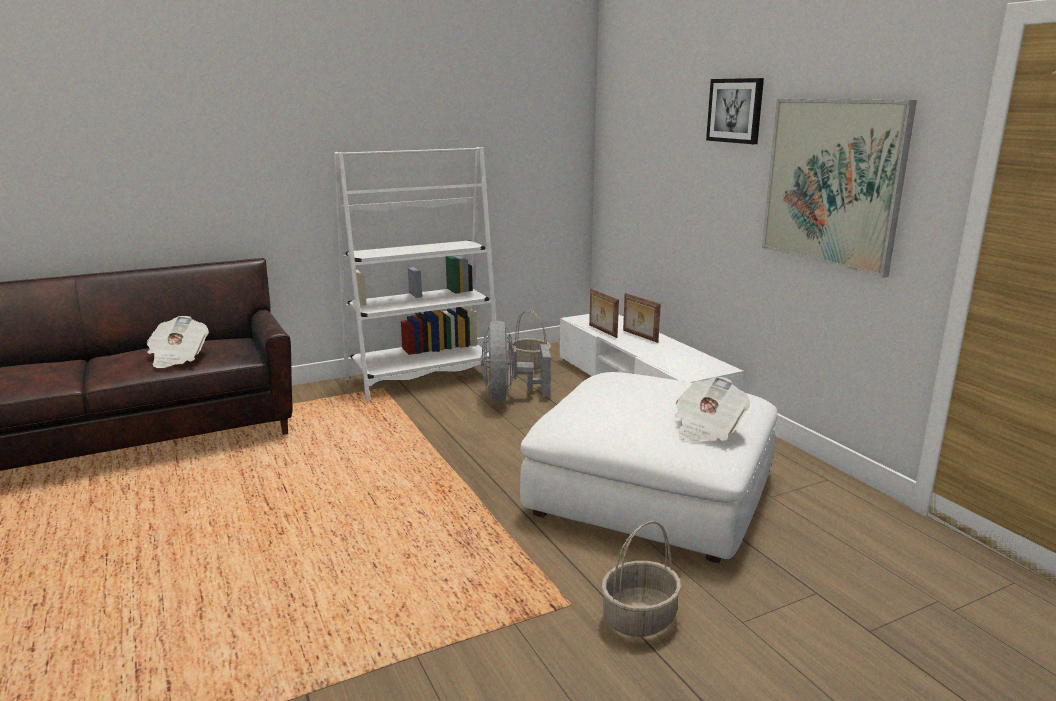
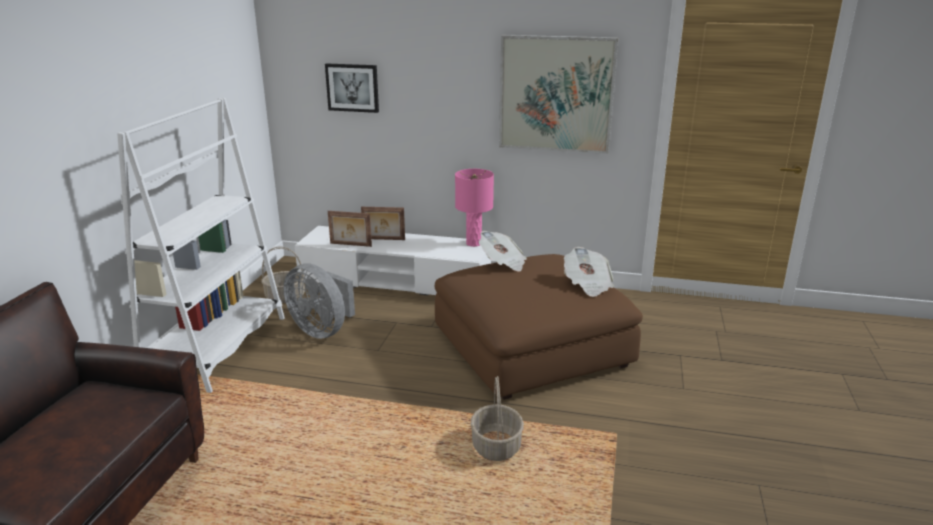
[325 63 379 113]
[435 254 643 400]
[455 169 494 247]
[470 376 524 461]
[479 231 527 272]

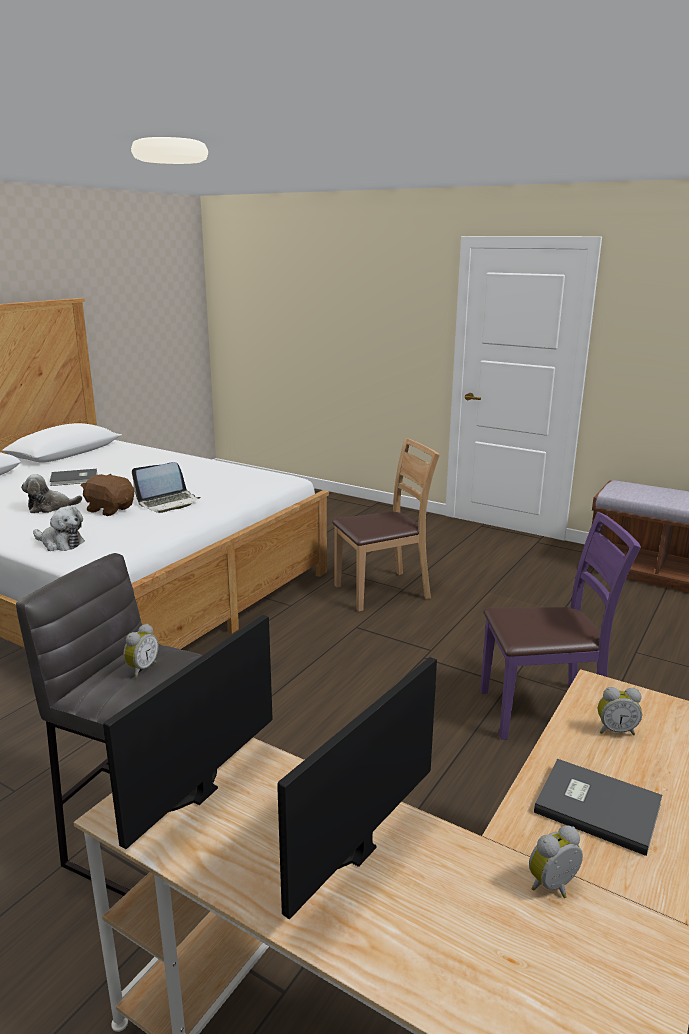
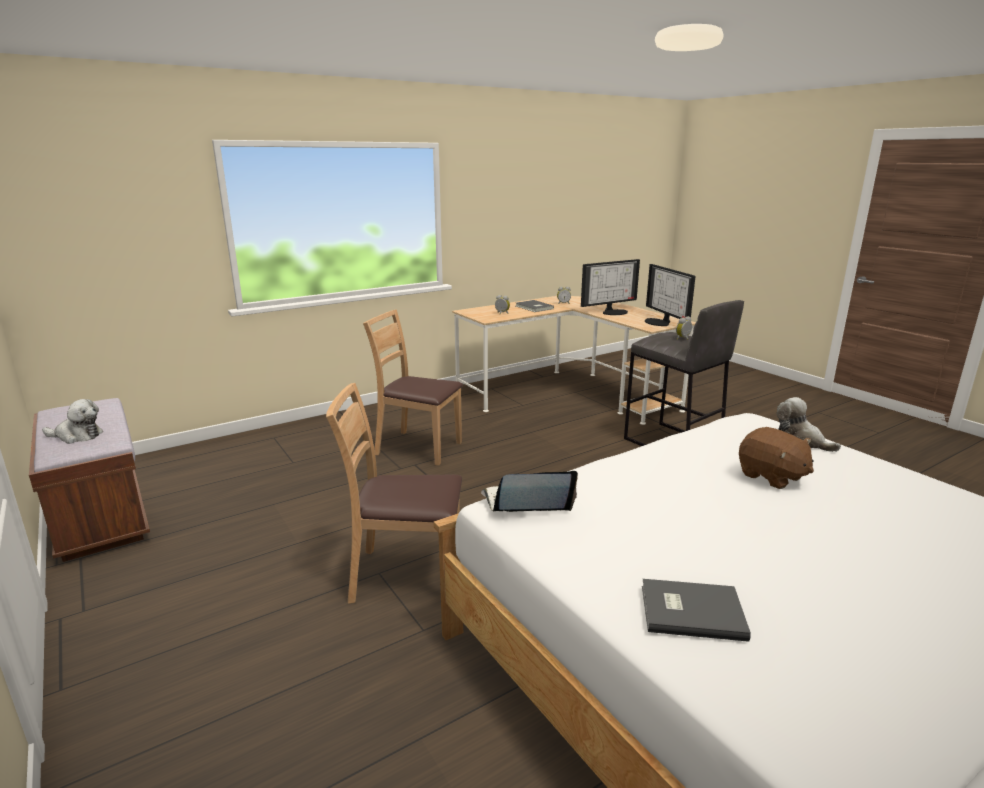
[42 399 103 444]
[363 309 463 466]
[481 471 578 512]
[642 579 751 642]
[645 264 696 326]

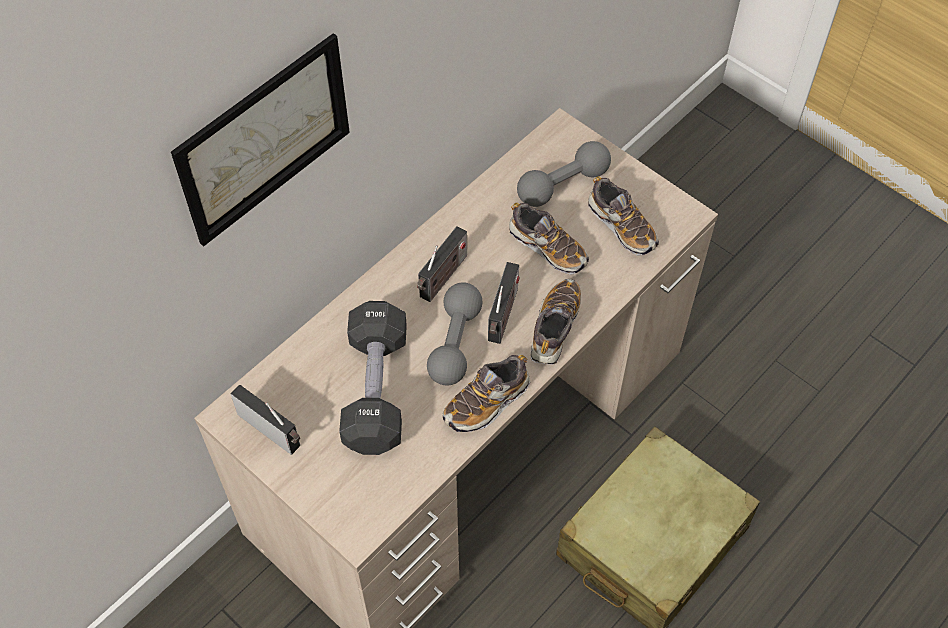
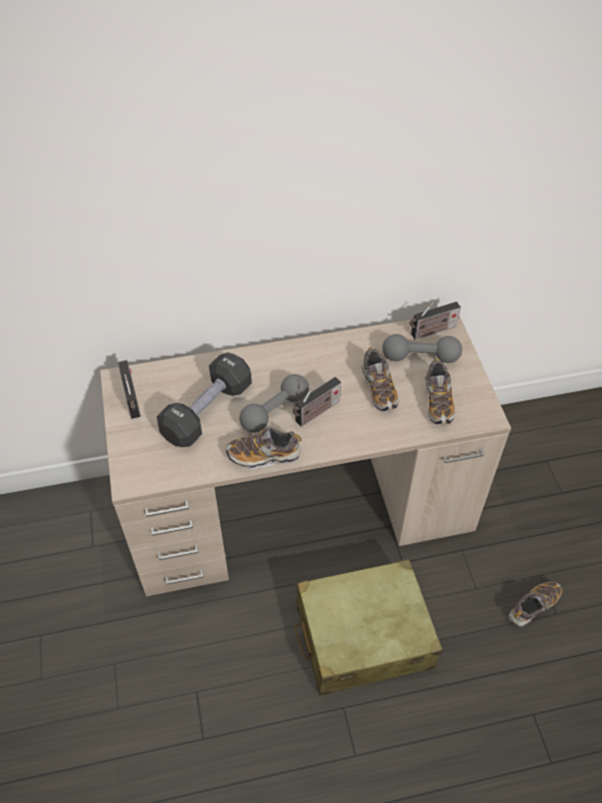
[410 301 461 340]
[508 582 562 627]
[171 33 350 246] (first image)

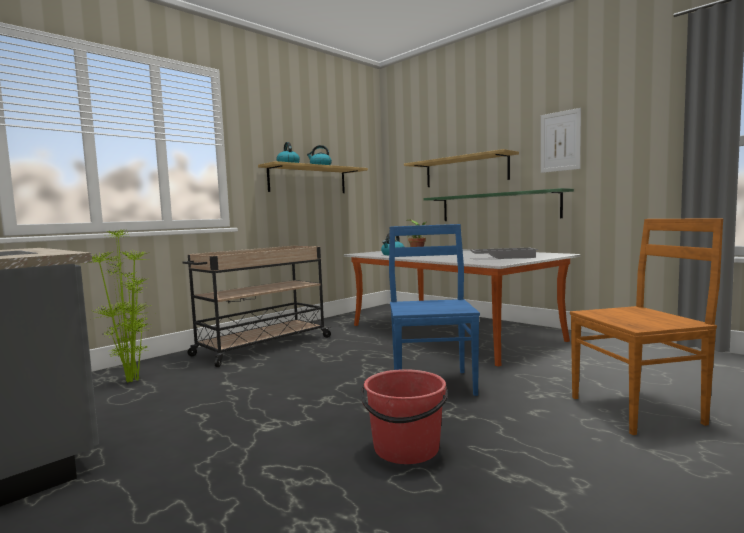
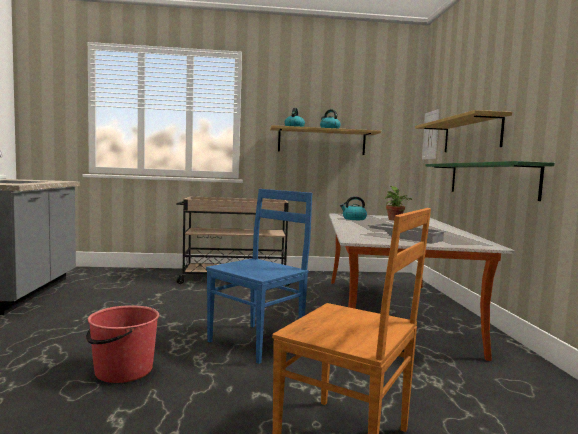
[422 109 439 160]
[88 229 152 383] (first image)

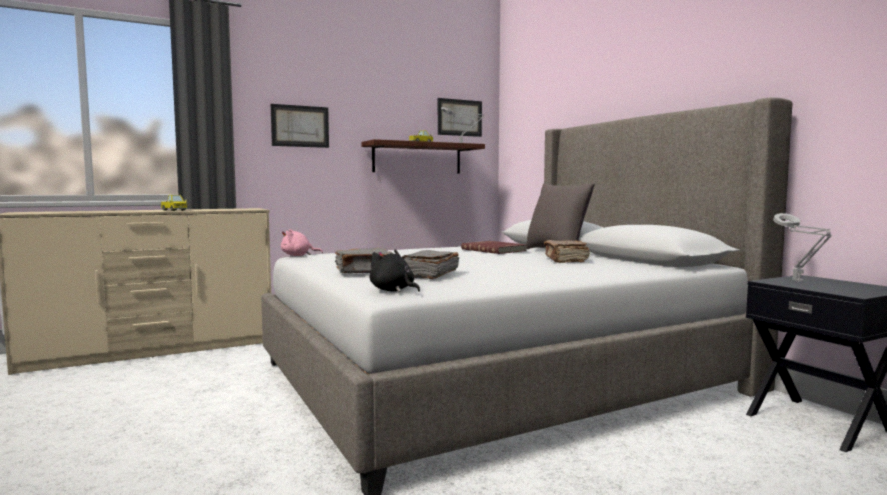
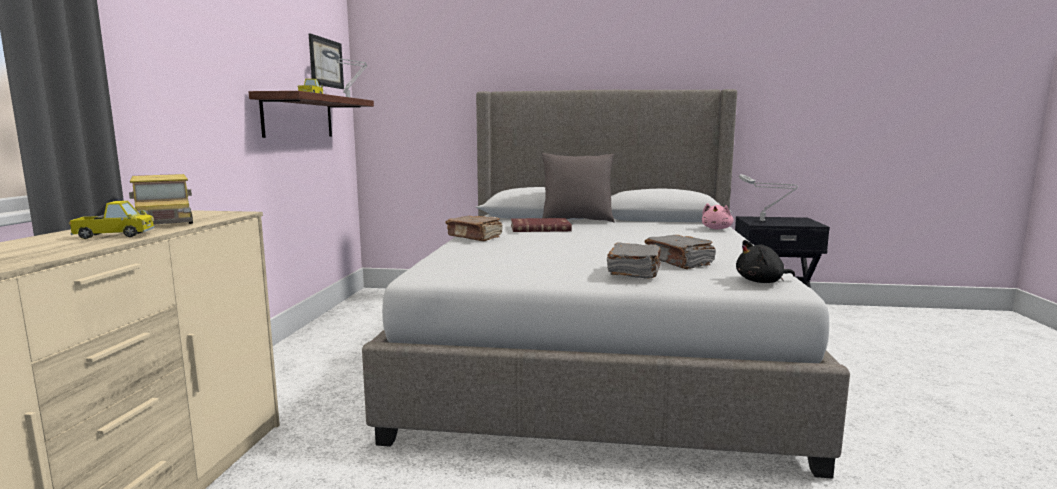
[129 174 193 225]
[445 216 503 241]
[702 203 734 229]
[271 104 329 148] (first image)

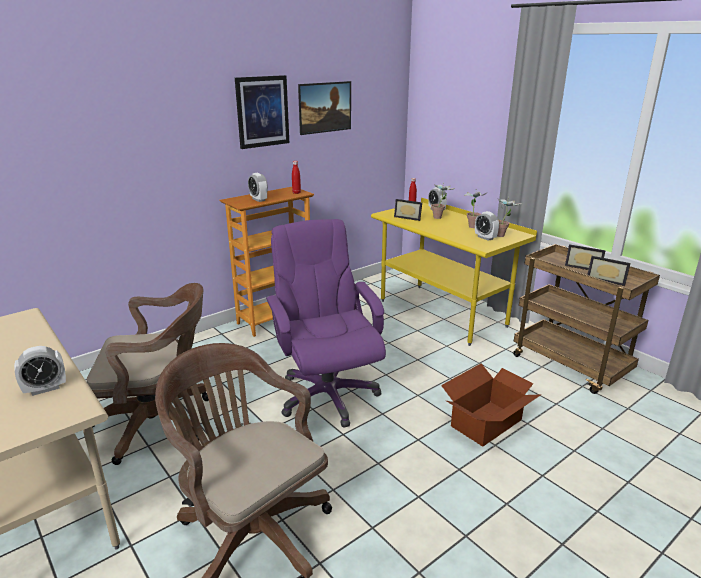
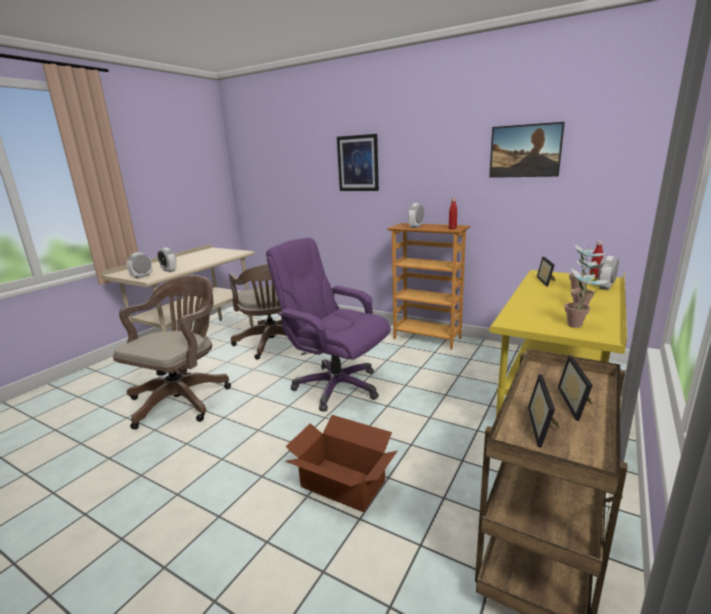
[127 252 153 279]
[266 238 391 412]
[337 134 379 191]

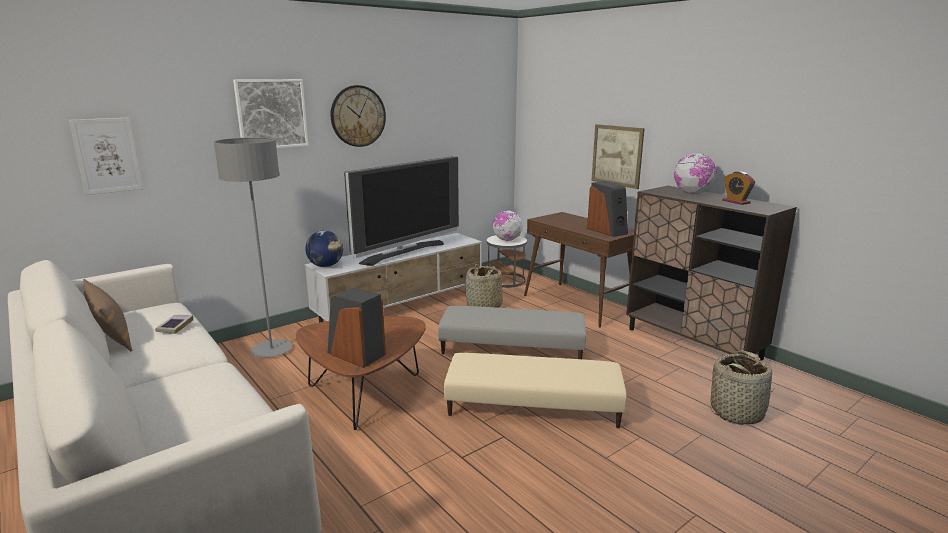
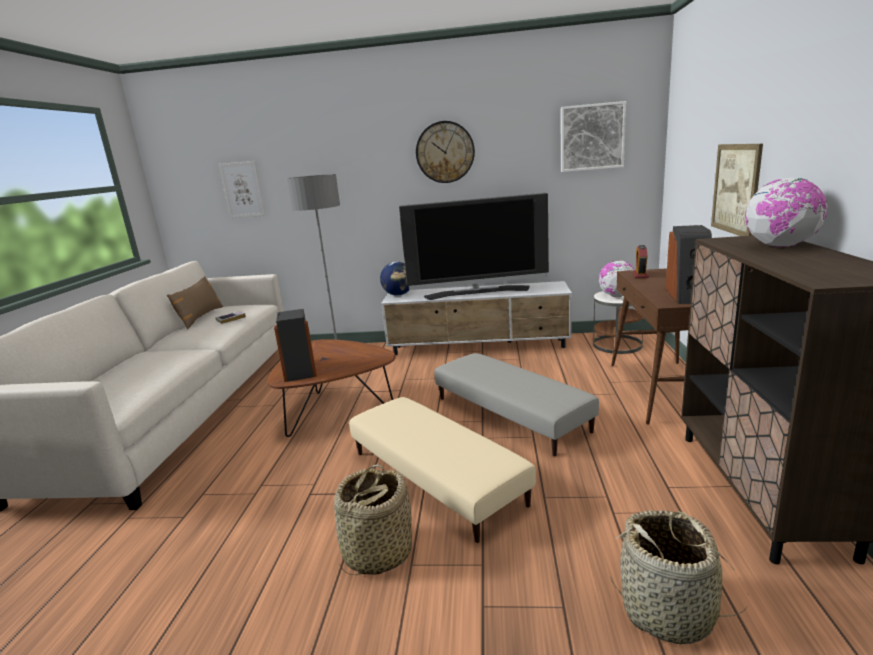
[334 464 412 575]
[561 101 626 172]
[633 245 649 278]

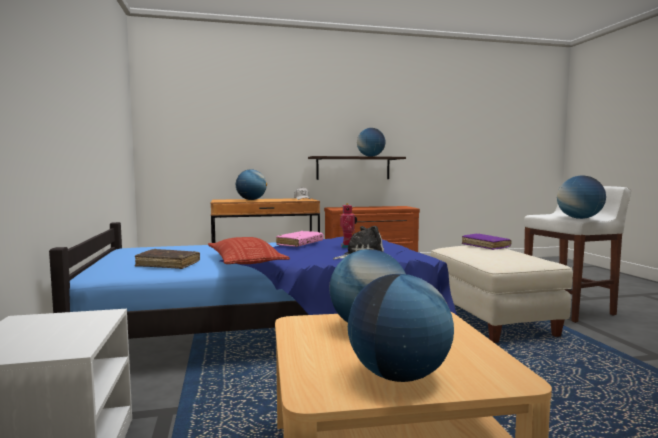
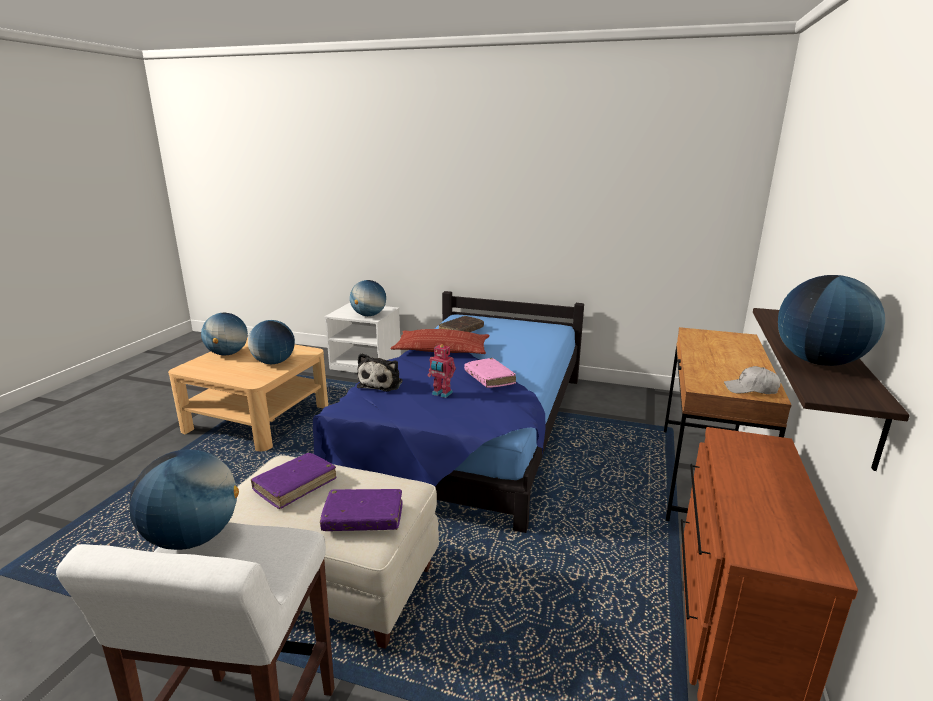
[251 453 336 509]
[350 280 386 316]

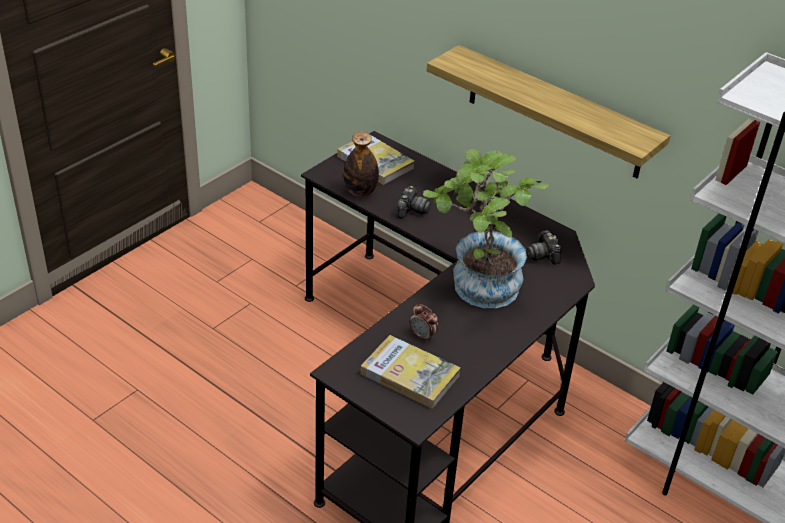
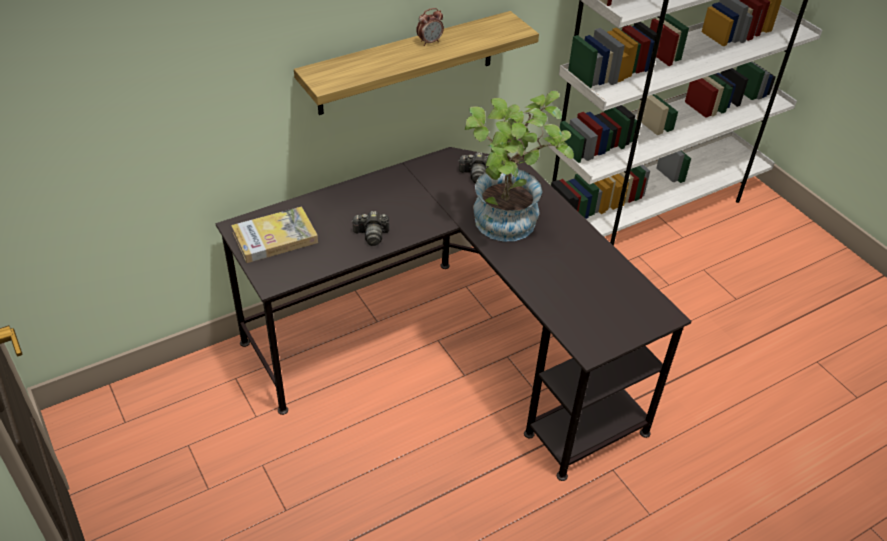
[351 211 389 246]
[416 8 444 46]
[343 132 379 197] (first image)
[361 335 461 409] (first image)

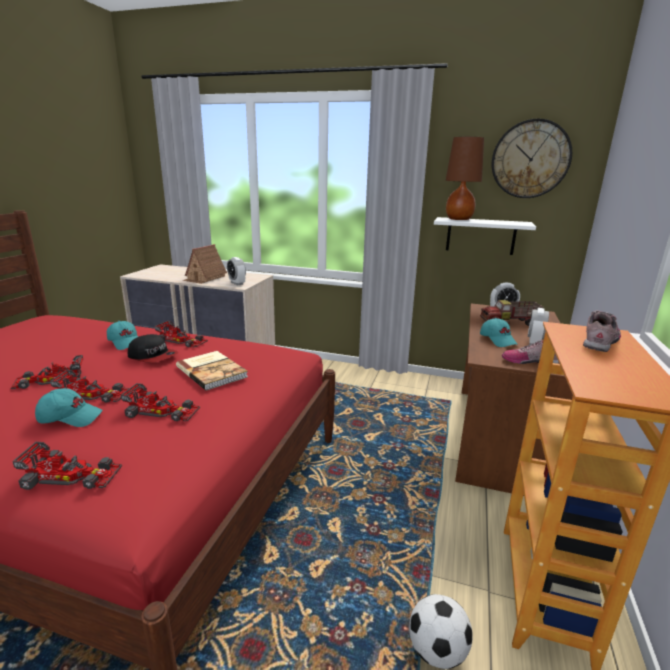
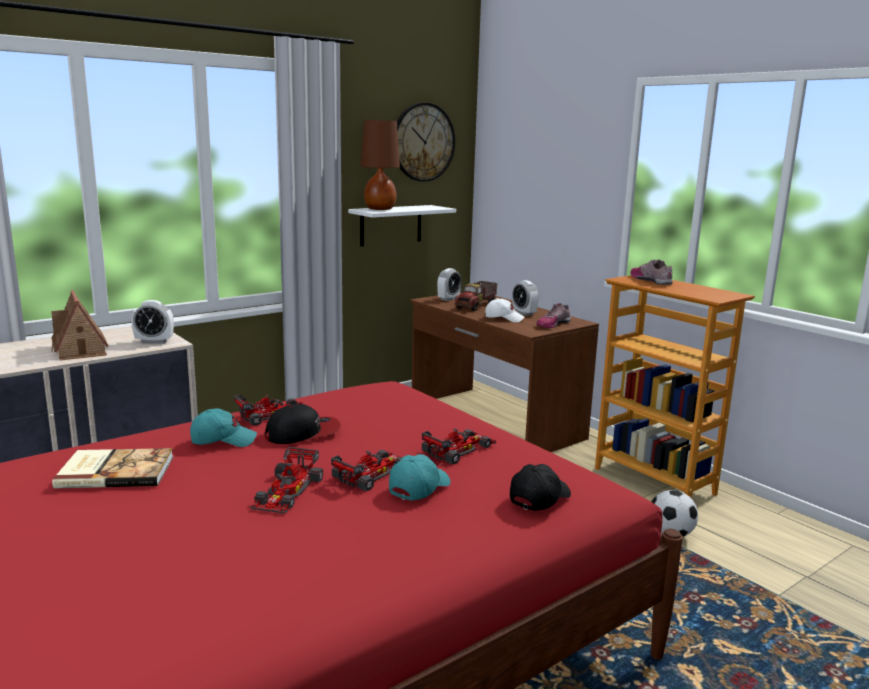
[52 448 173 489]
[485 298 524 322]
[510 464 571 511]

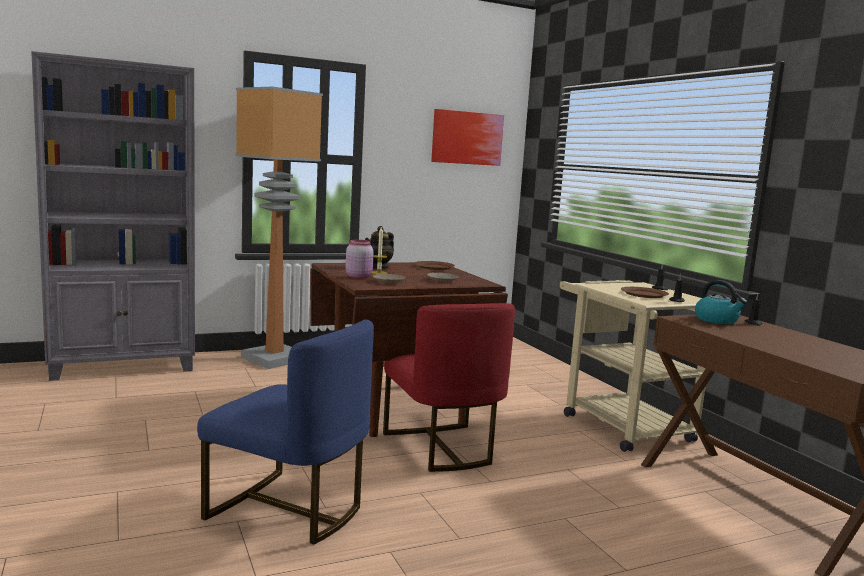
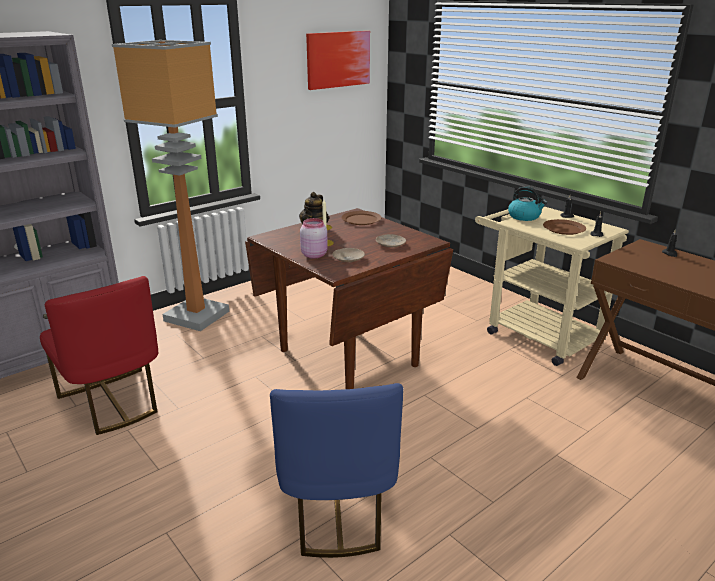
[40 276 158 435]
[270 383 403 558]
[508 186 547 221]

